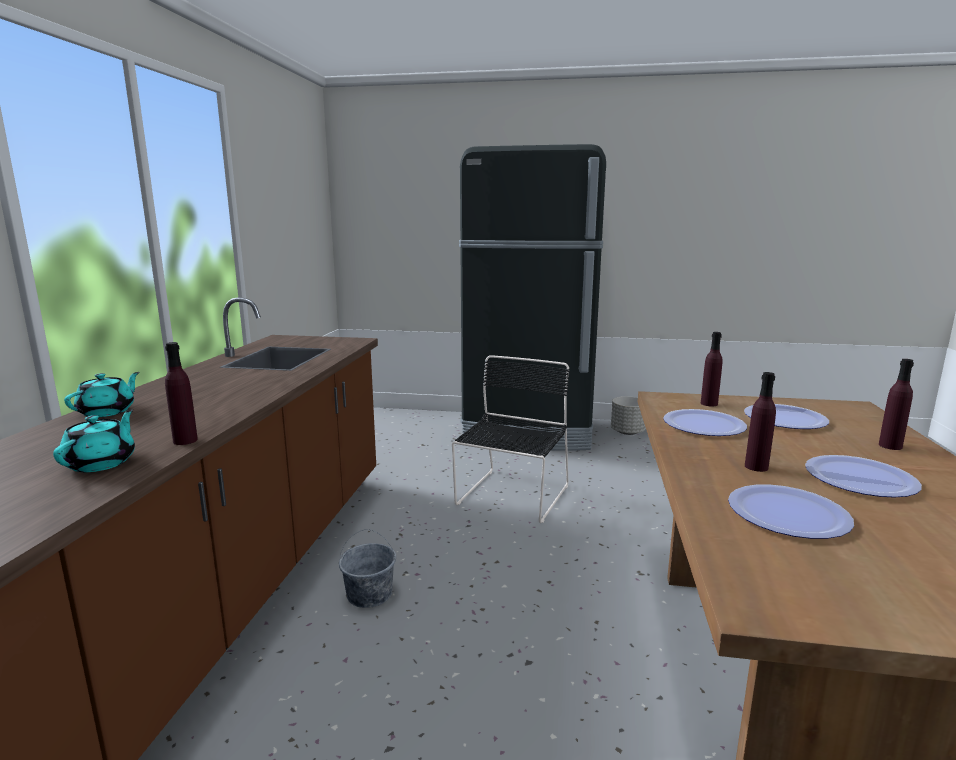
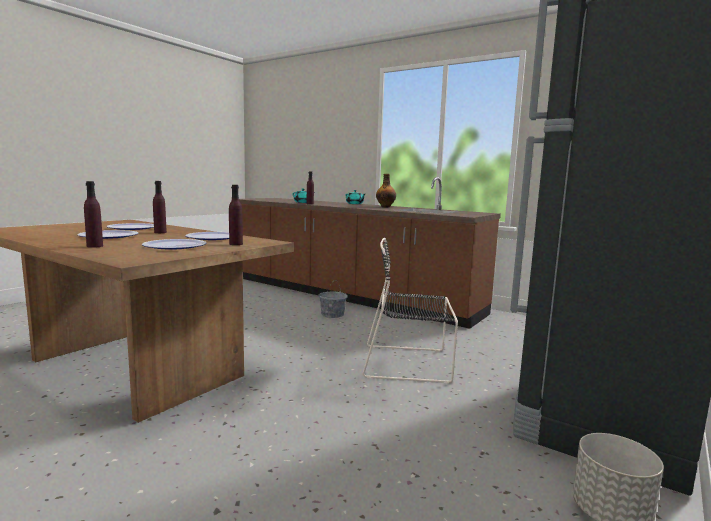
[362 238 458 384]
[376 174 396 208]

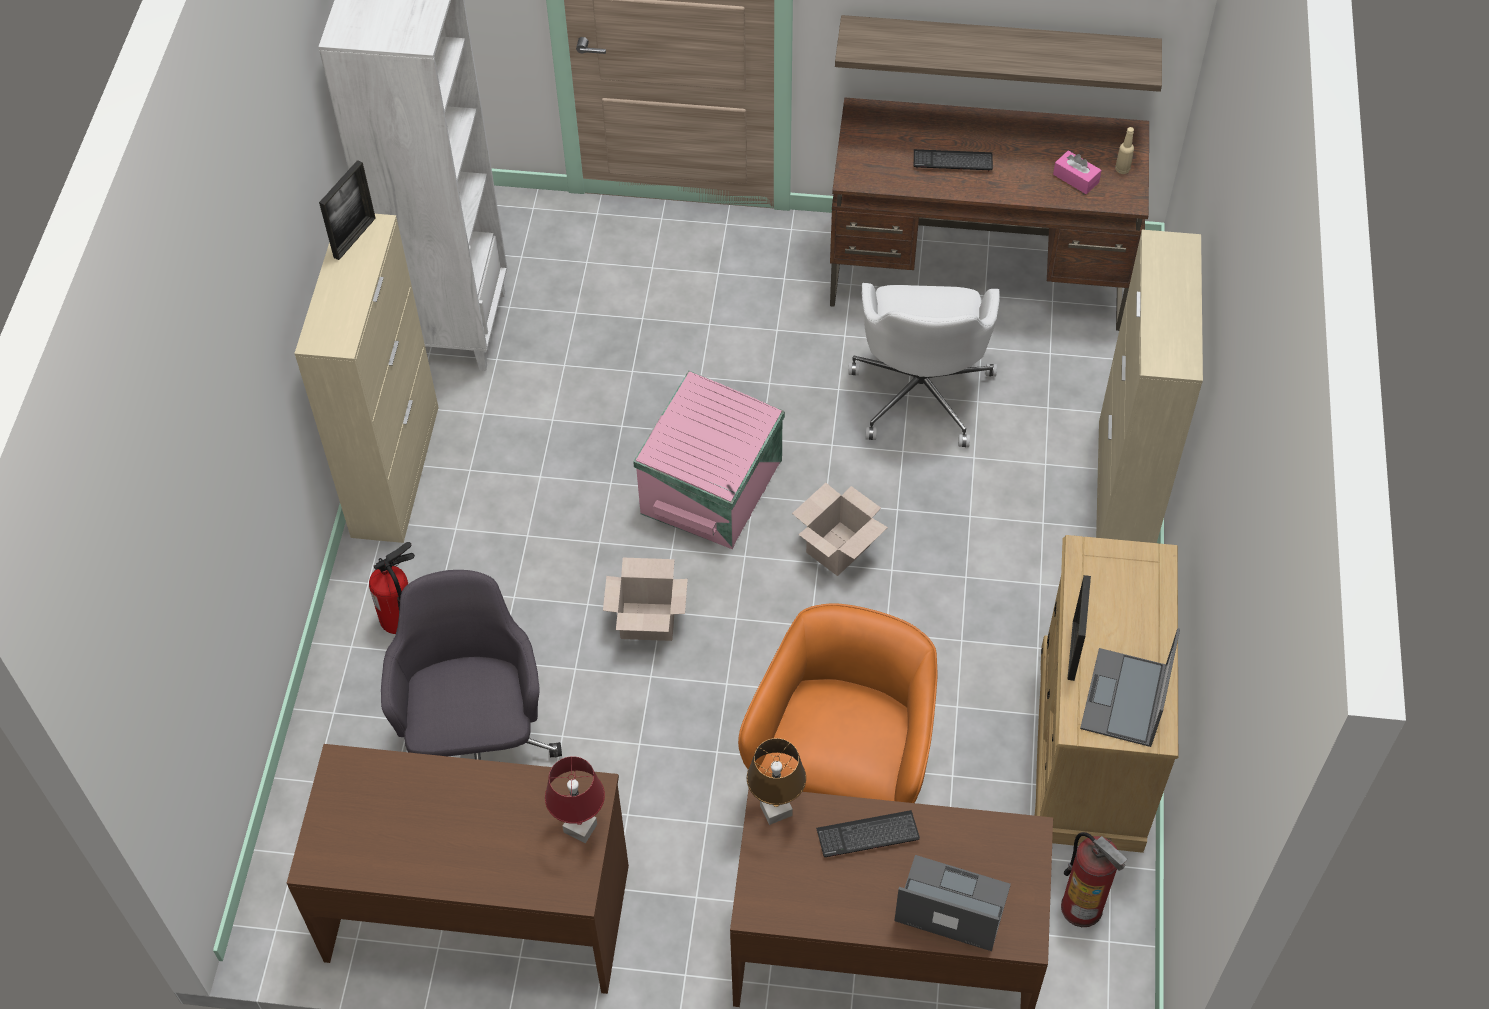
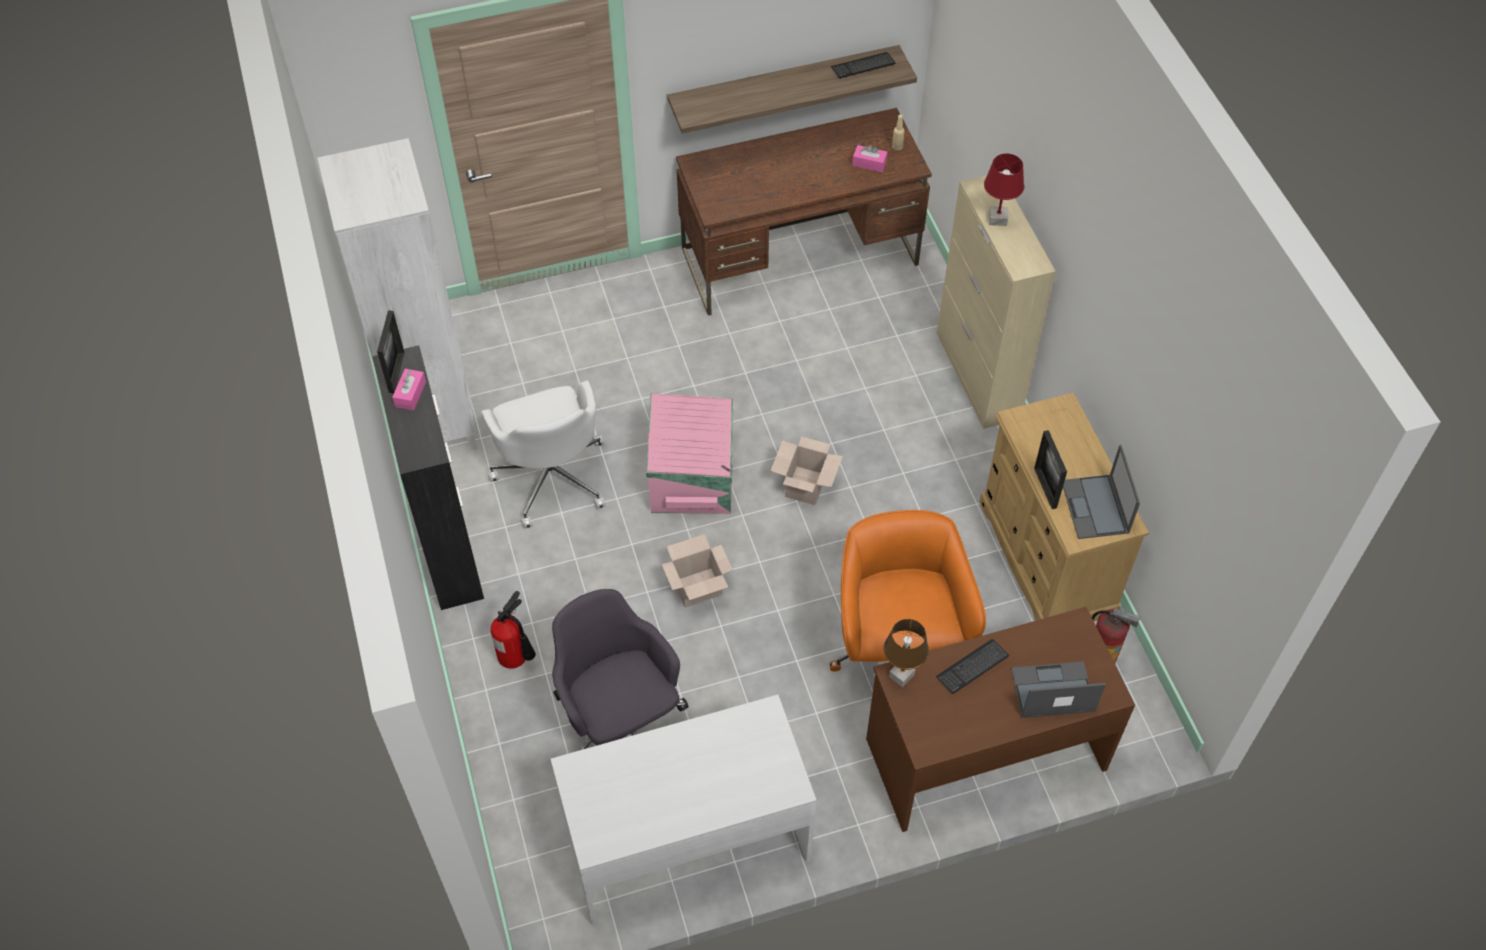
[372 345 484 610]
[392 369 426 410]
[482 381 605 529]
[551 695 817 927]
[831 52 895 79]
[984 153 1024 226]

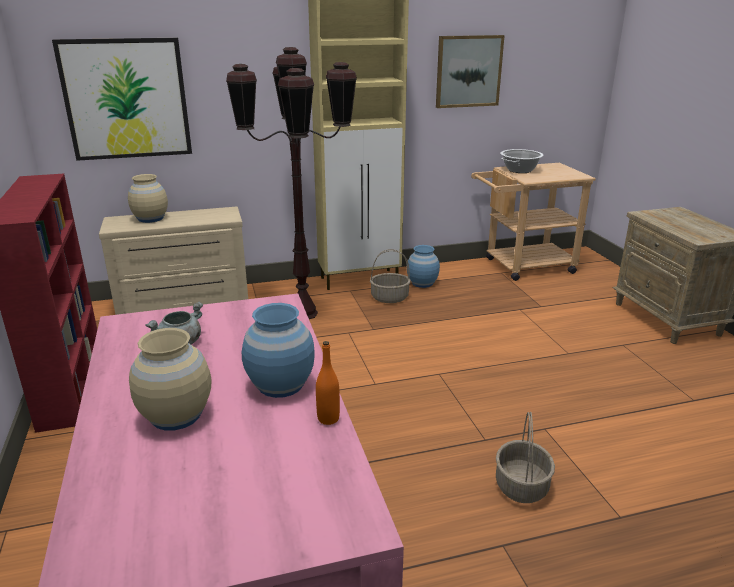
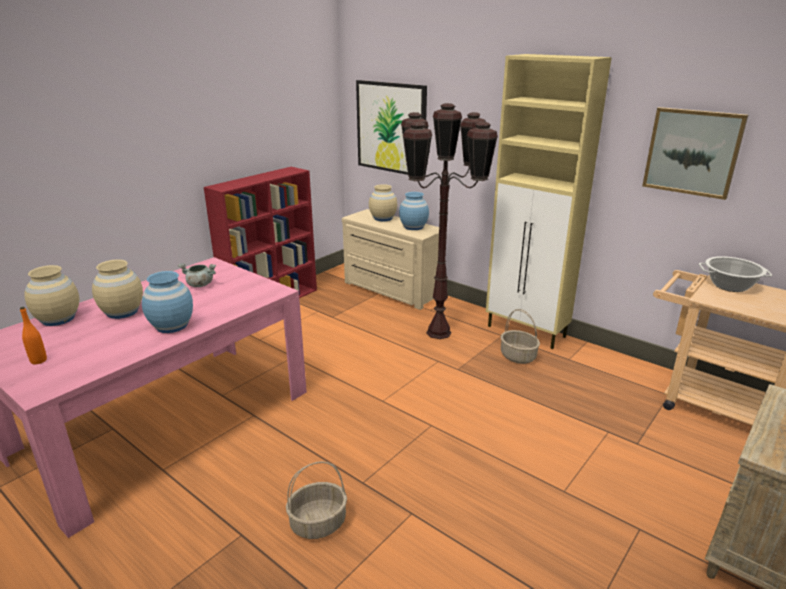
[20 307 47 364]
[24 265 79 326]
[399 192 429 230]

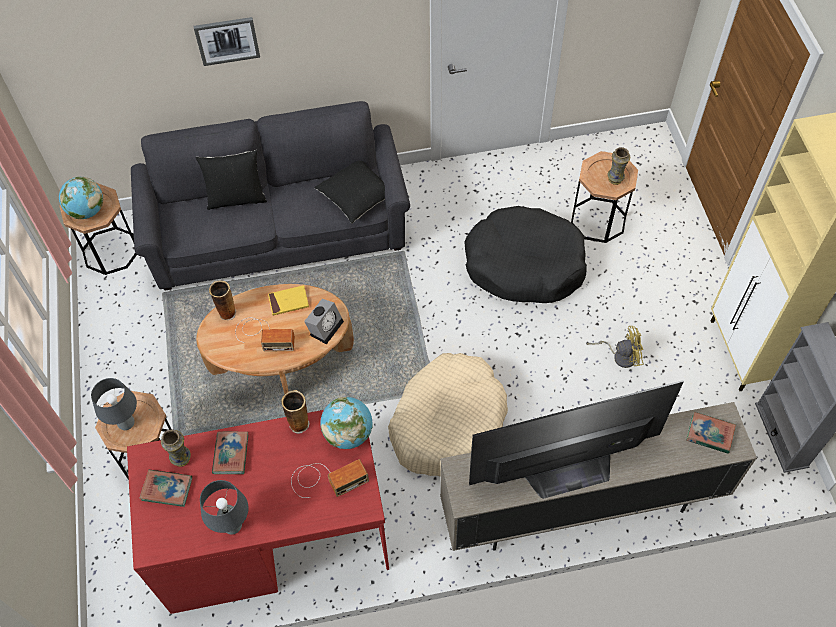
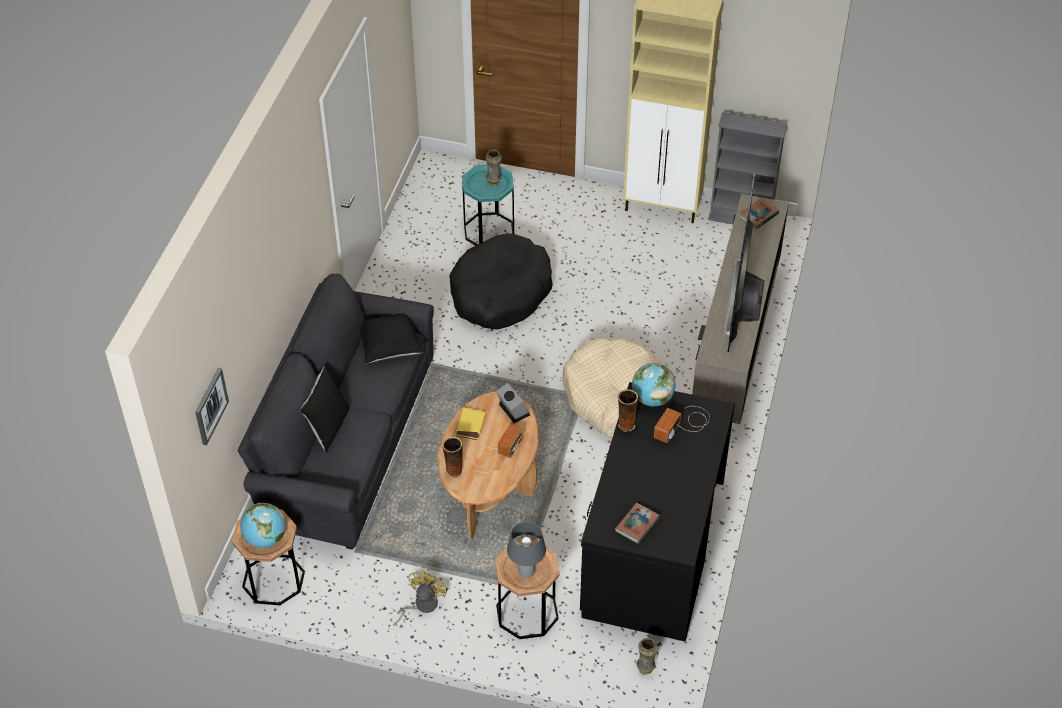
[195 368 229 445]
[393 570 448 626]
[462 165 514 246]
[580 382 735 641]
[637 638 658 674]
[654 406 710 443]
[200 480 249 535] (first image)
[212 432 248 474] (first image)

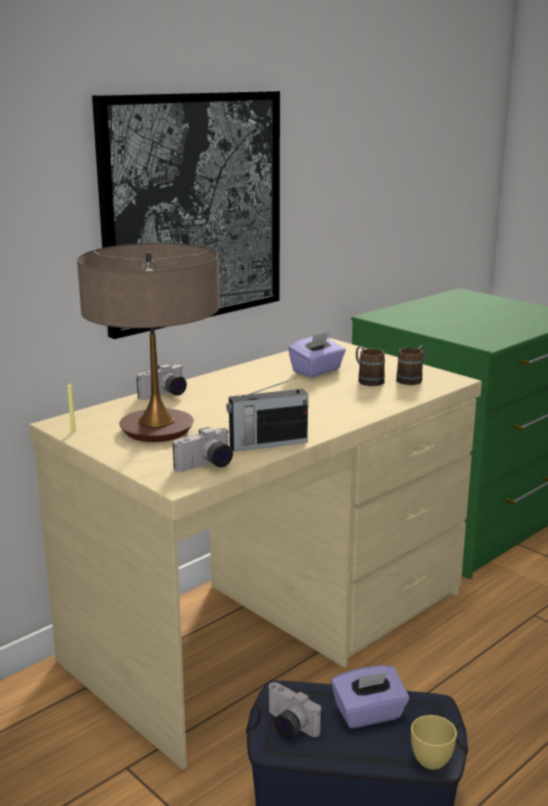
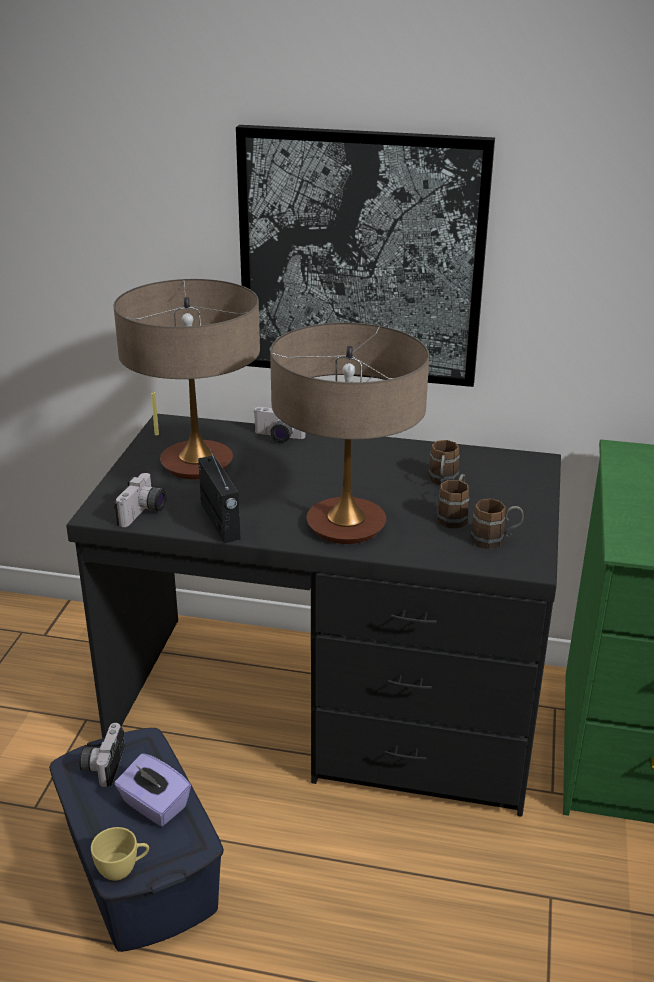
[66 414 561 817]
[114 473 167 527]
[198 448 241 543]
[270 323 429 544]
[428 440 460 485]

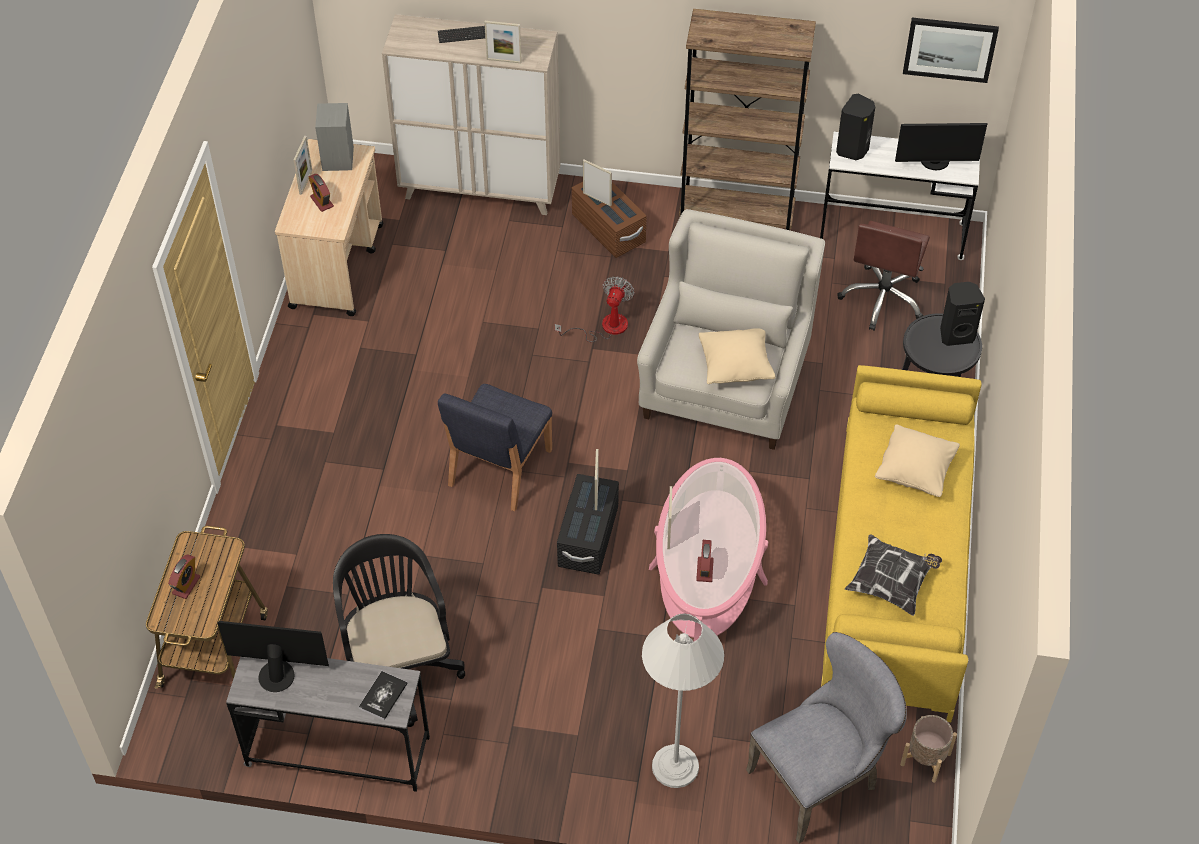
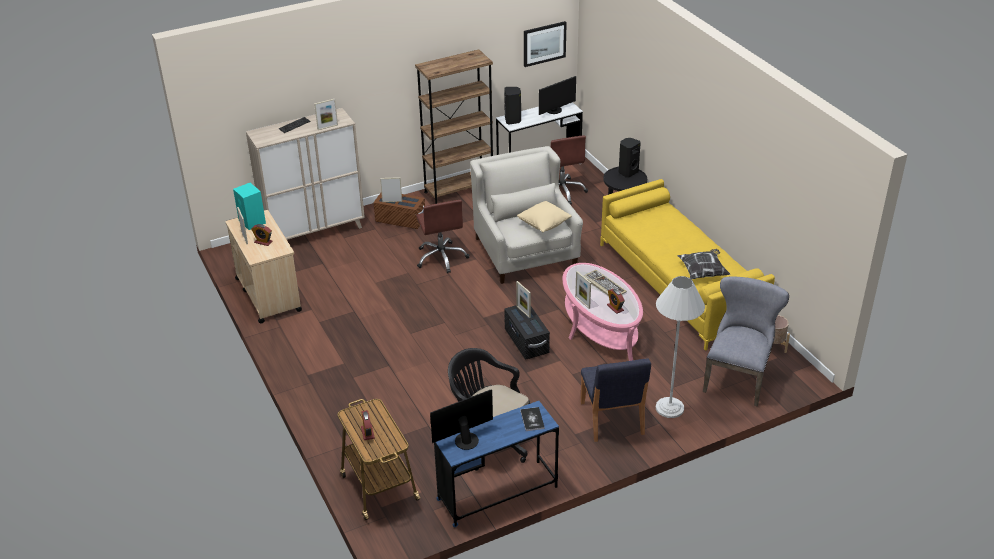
[233 183 266 230]
[416 200 469 273]
[434 401 559 527]
[581 358 651 442]
[584 270 627 296]
[875 424 960 497] (first image)

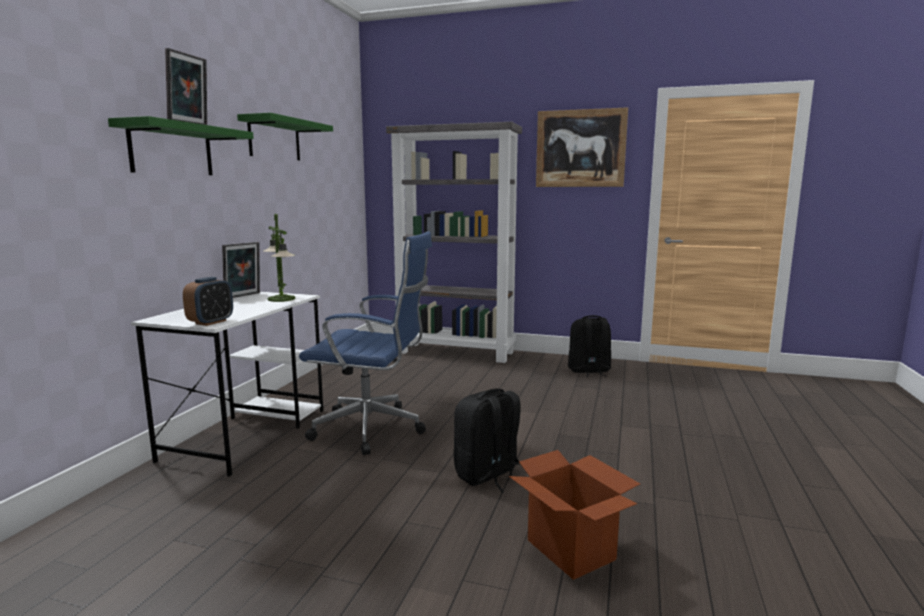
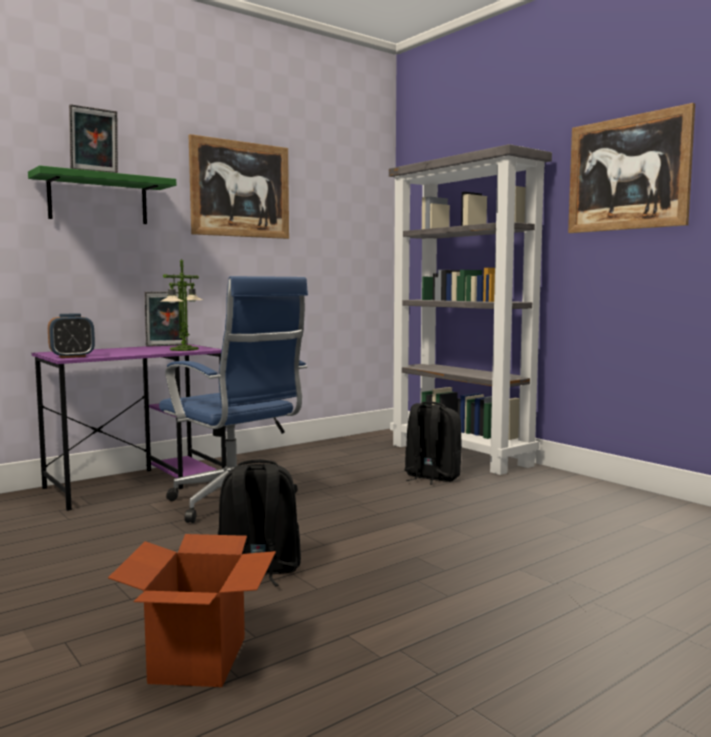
[32 344 226 511]
[189 134 289 239]
[405 402 462 485]

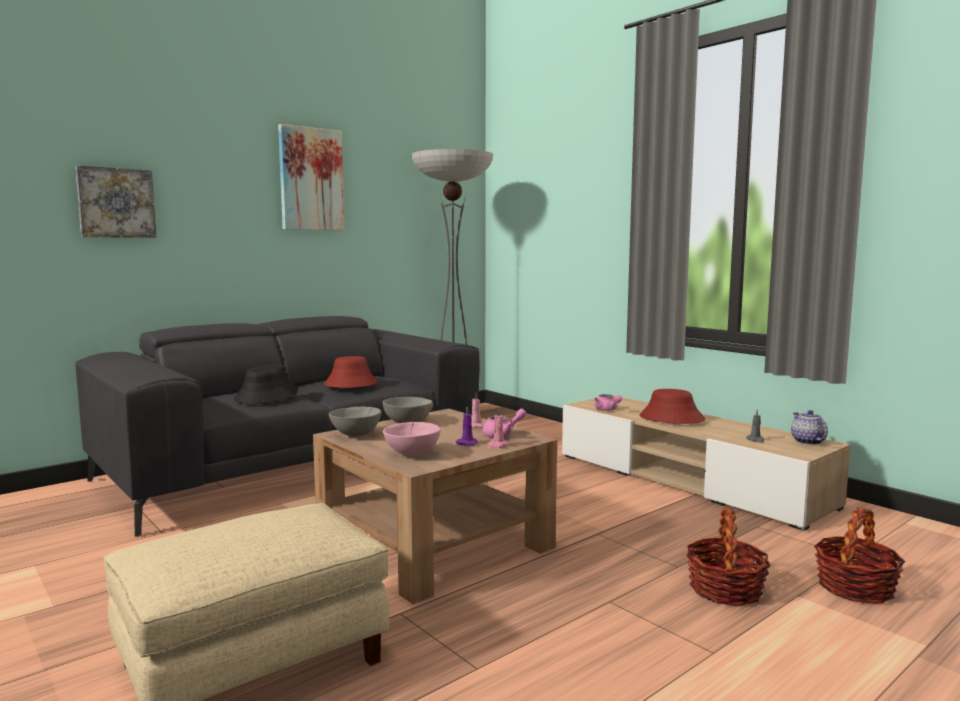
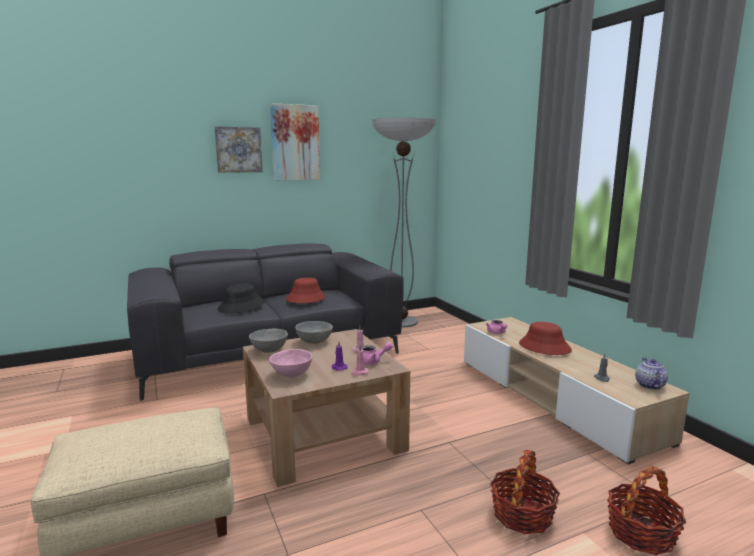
[215 126 262 173]

